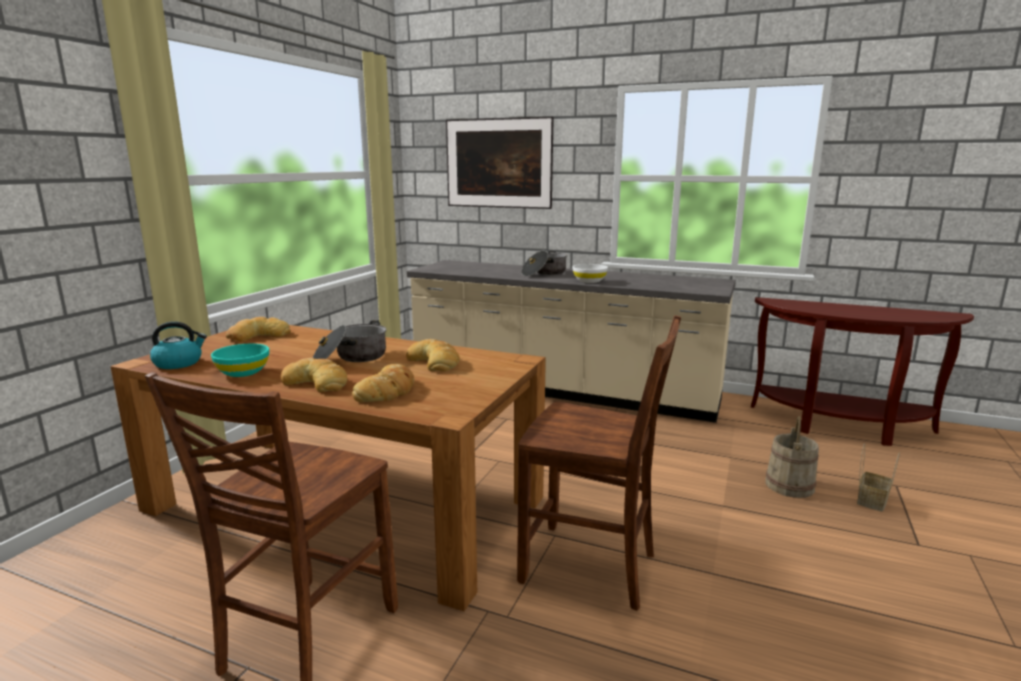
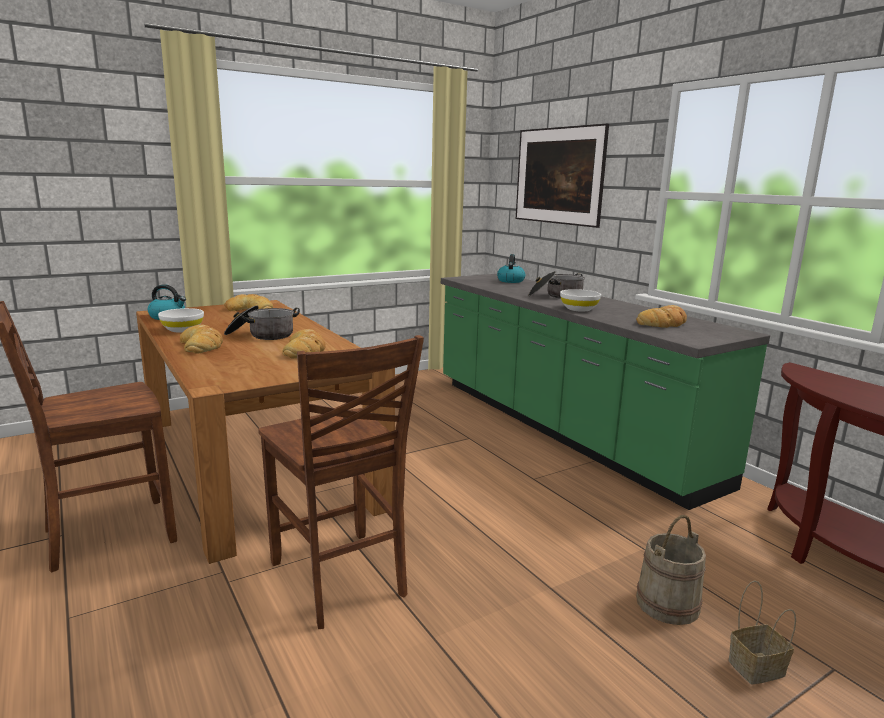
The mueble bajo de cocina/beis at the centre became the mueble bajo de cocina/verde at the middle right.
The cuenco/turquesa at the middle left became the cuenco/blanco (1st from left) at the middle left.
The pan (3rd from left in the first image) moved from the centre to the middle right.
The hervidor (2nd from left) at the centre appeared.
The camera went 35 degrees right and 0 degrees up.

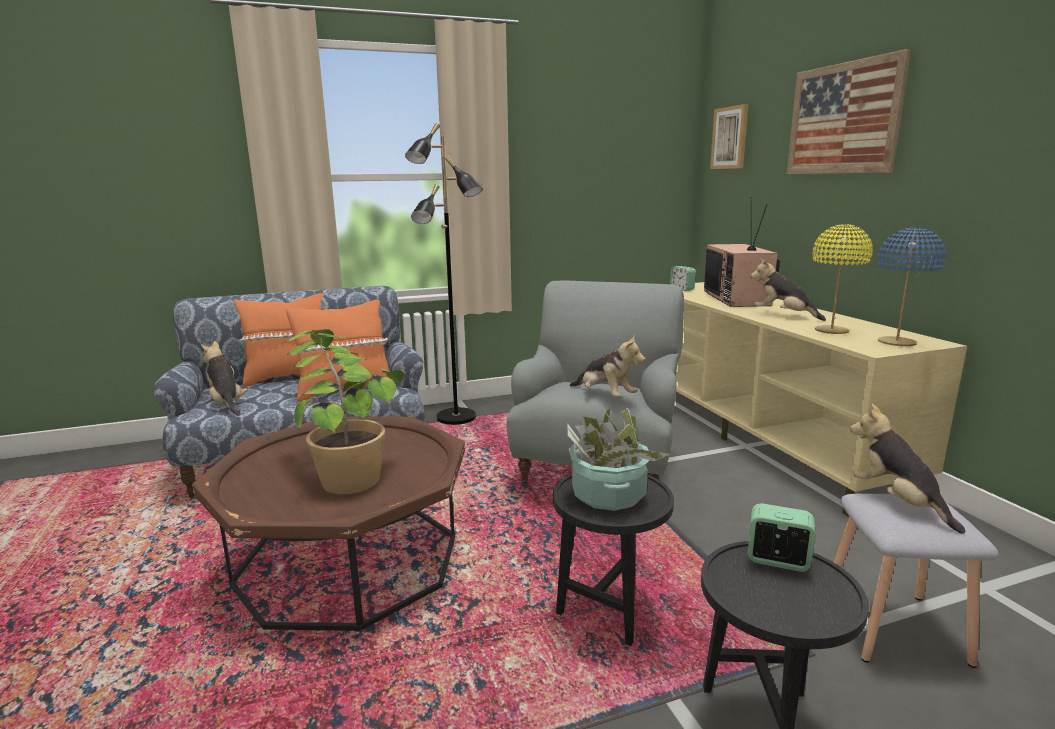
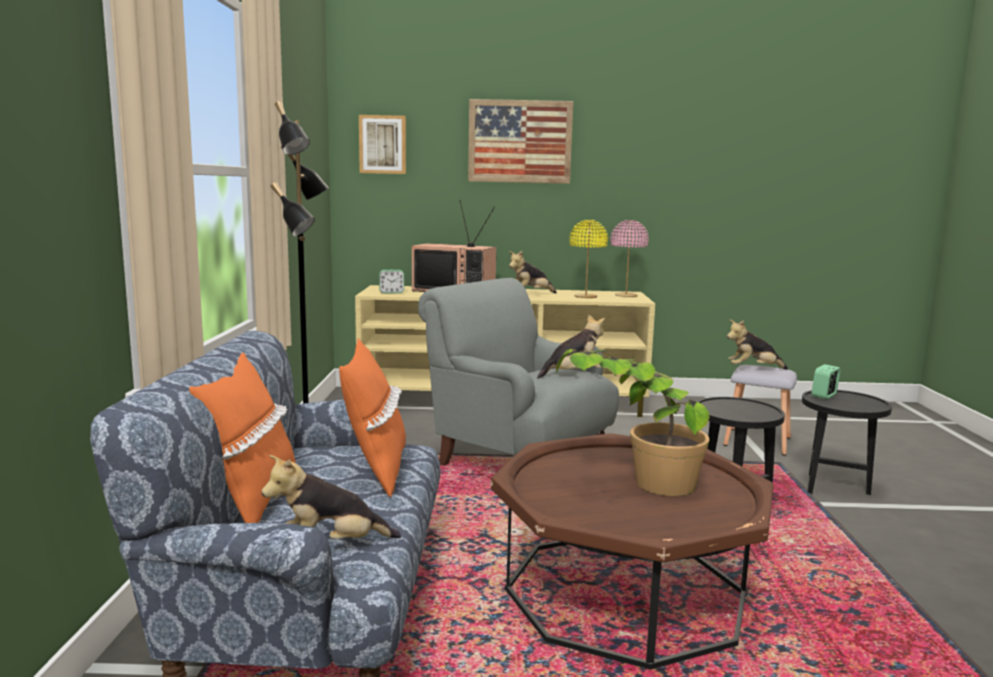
The lámpara de mesa/azul at the middle right became the lámpara de mesa/rosa at the centre.
The planta en maceta (2nd from left) at the centre disappeared.
The camera went 70 degrees left and 5 degrees down.

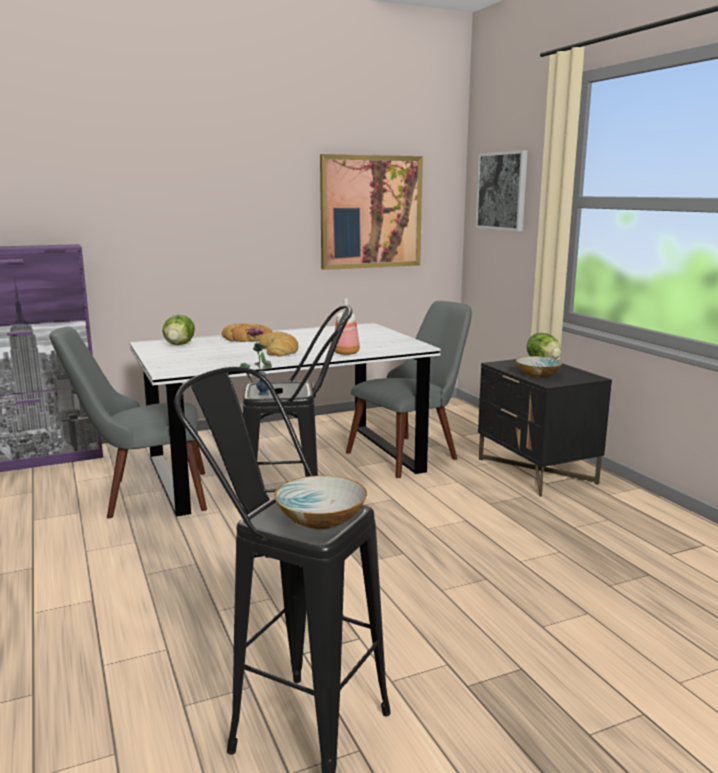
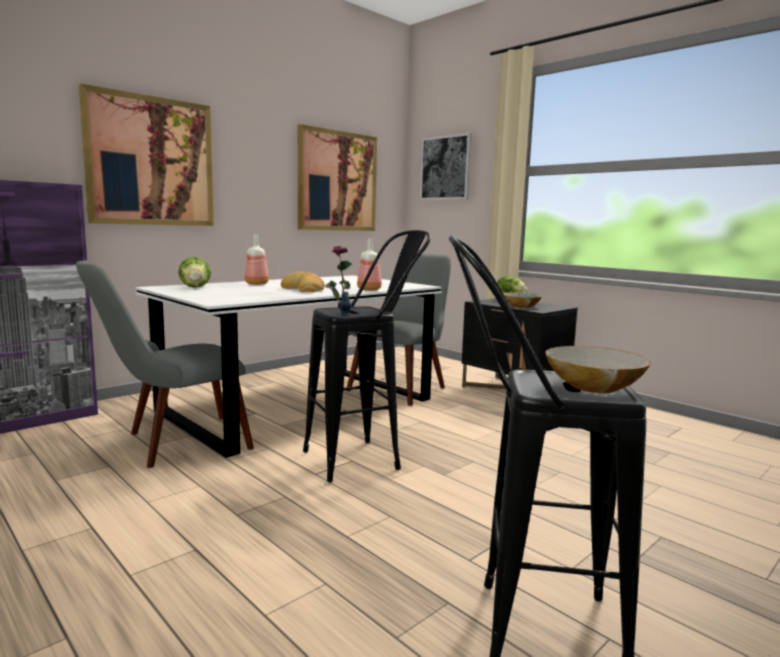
The pan (1st from left) at the centre was replaced by the botella (1st from left) at the middle left.
The cuadro (1st from left) at the top left appeared.
The camera went 20 degrees left and 5 degrees down.

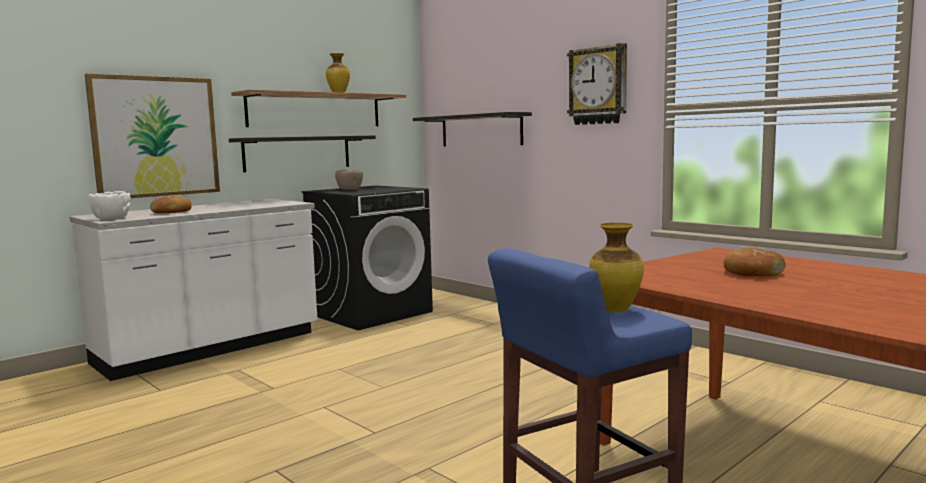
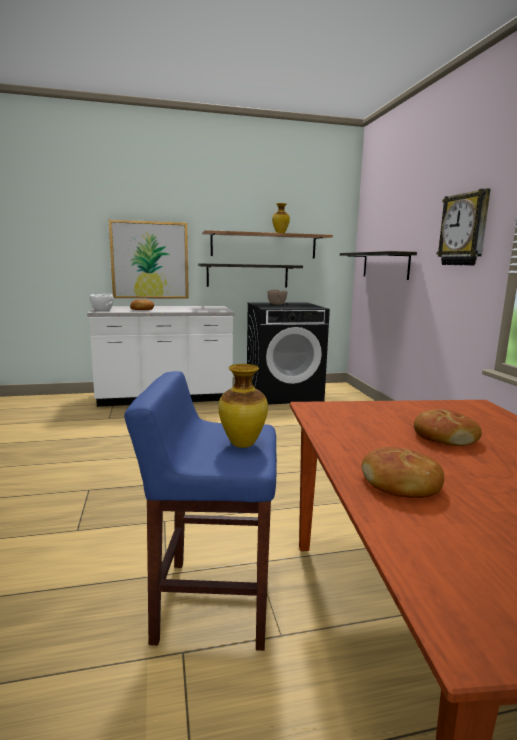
The pan (2nd from left) at the middle right appeared.
The camera went 30 degrees right and 5 degrees up.

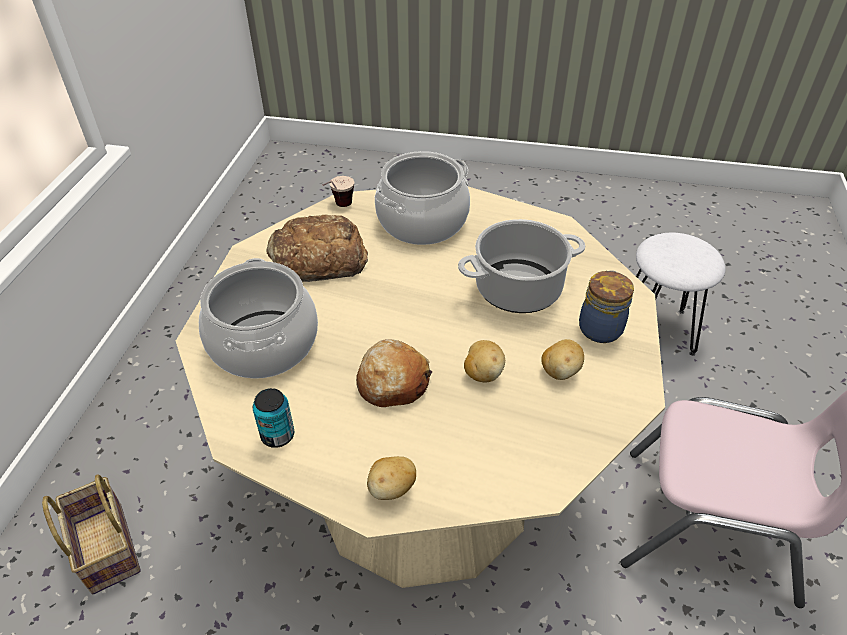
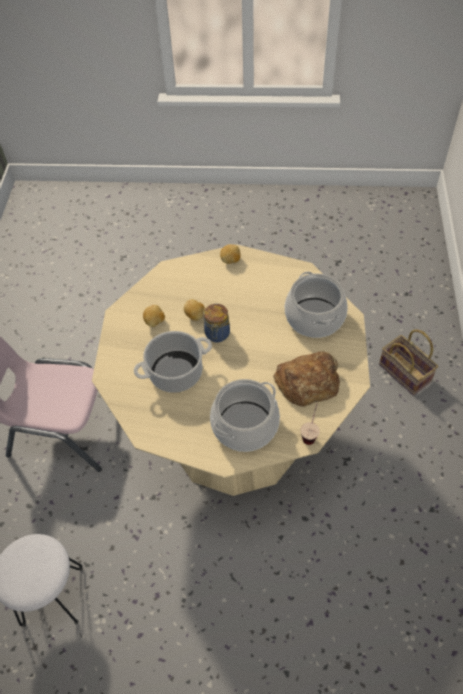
The tarro moved from the middle right to the centre.
The pan (2nd from left) at the centre disappeared.
The lata at the middle left disappeared.
The camera went 175 degrees right and 10 degrees up.

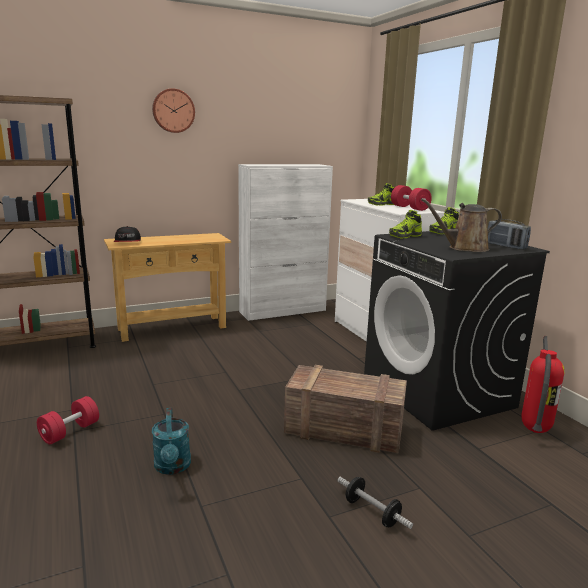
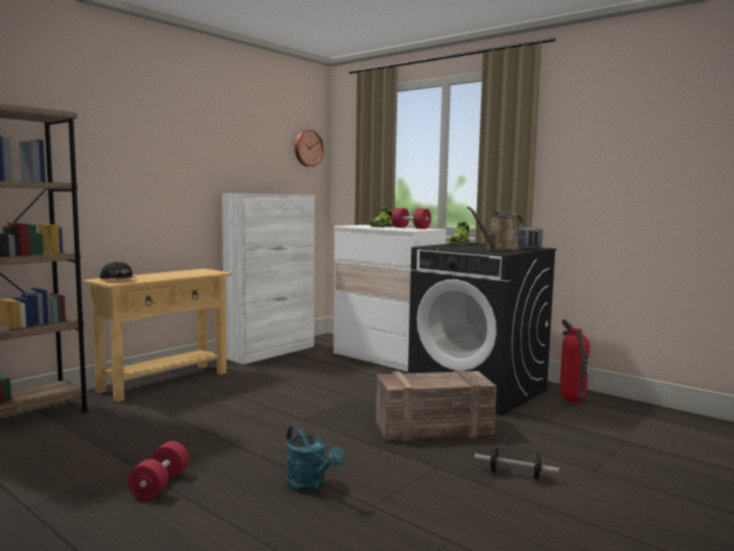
The reloj de pared moved from the top left to the top centre.
The zapato (2nd from left) at the middle right disappeared.
The camera went 25 degrees left and 10 degrees down.

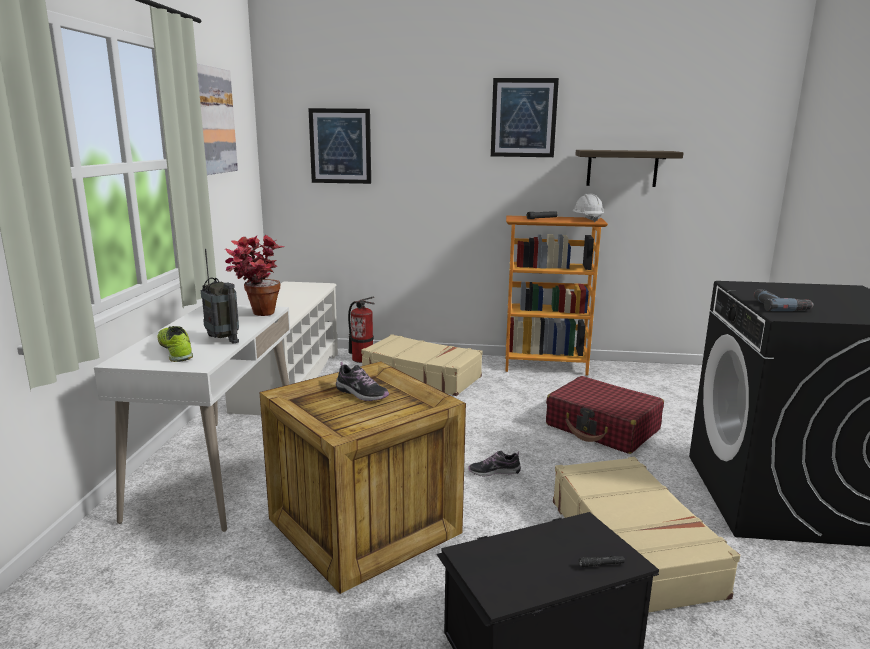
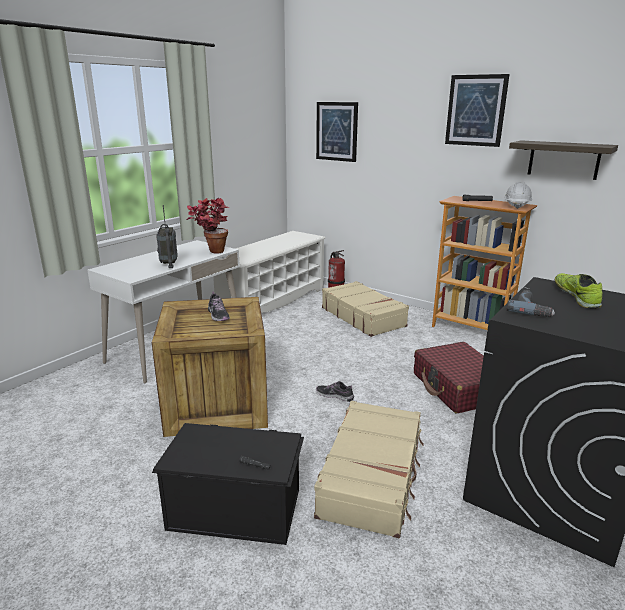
The cuadro (1st from left) at the top left disappeared.
The zapato (1st from left in the first image) moved from the middle left to the middle right.
The camera went 30 degrees right and 5 degrees up.

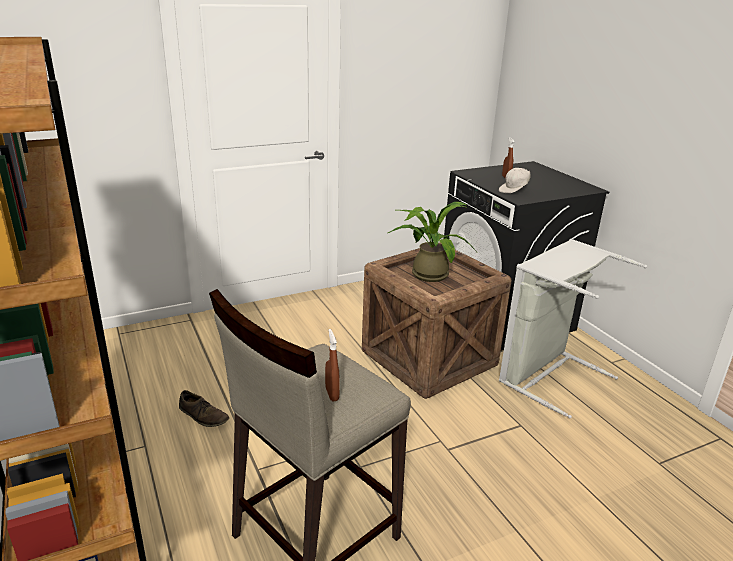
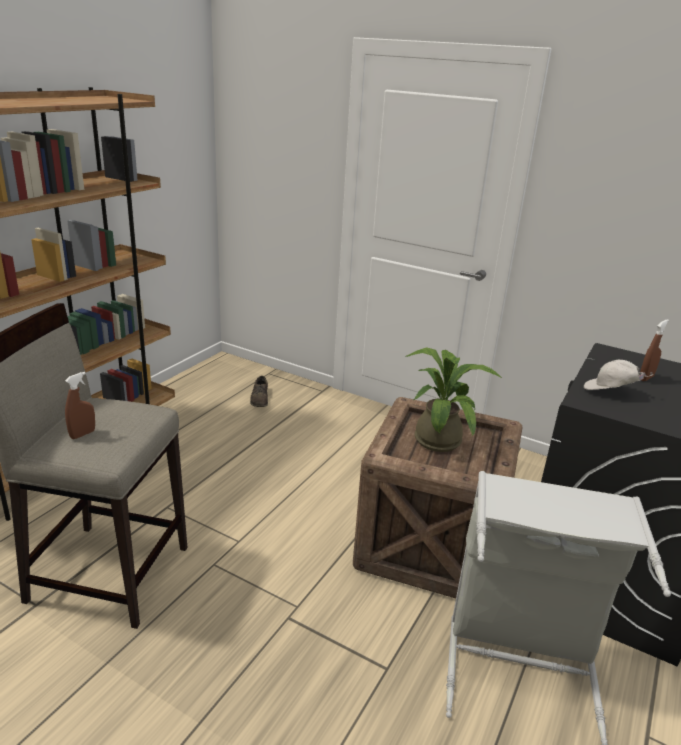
The zapato/marrón moved from the bottom left to the centre.
The camera went 55 degrees right and 0 degrees up.

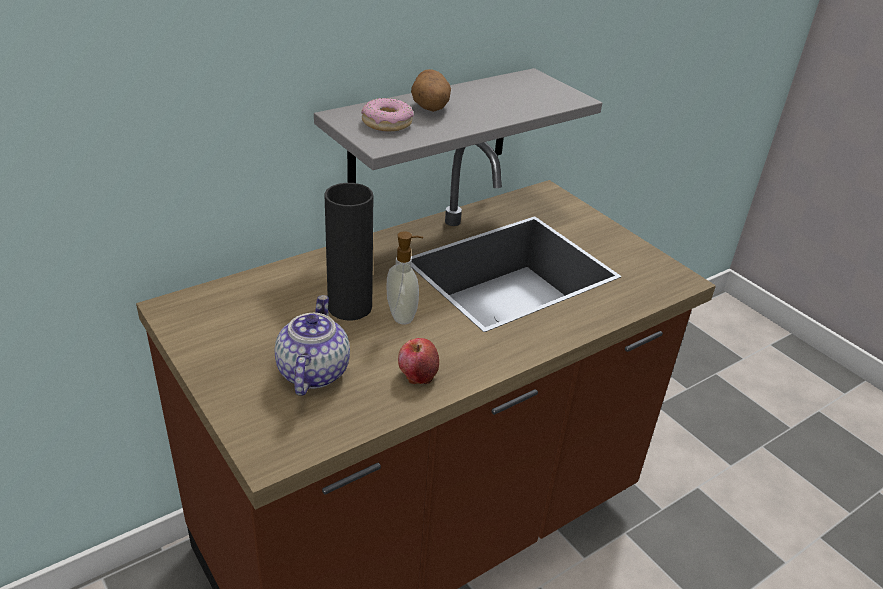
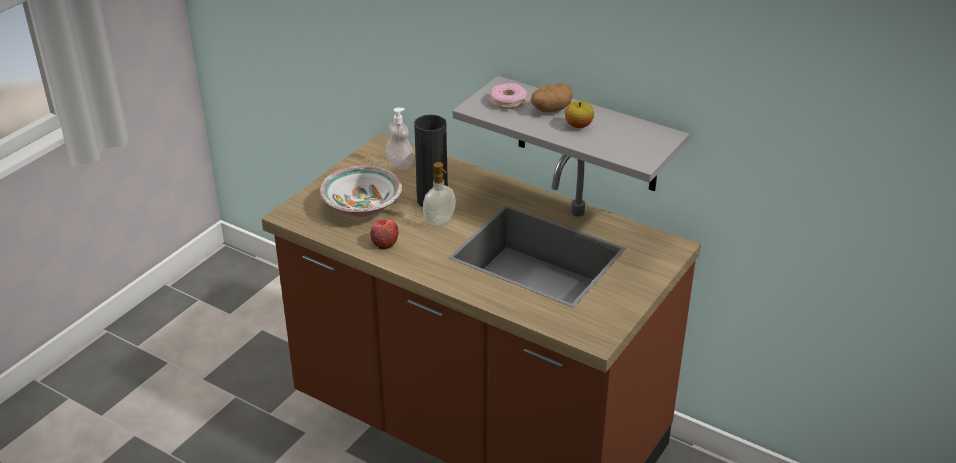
The tetera at the centre was replaced by the cuenco at the centre.
The manzana (2nd from left) at the top centre appeared.
The dispensador de jabón (1st from left) at the top centre appeared.
The camera went 70 degrees right and 0 degrees up.

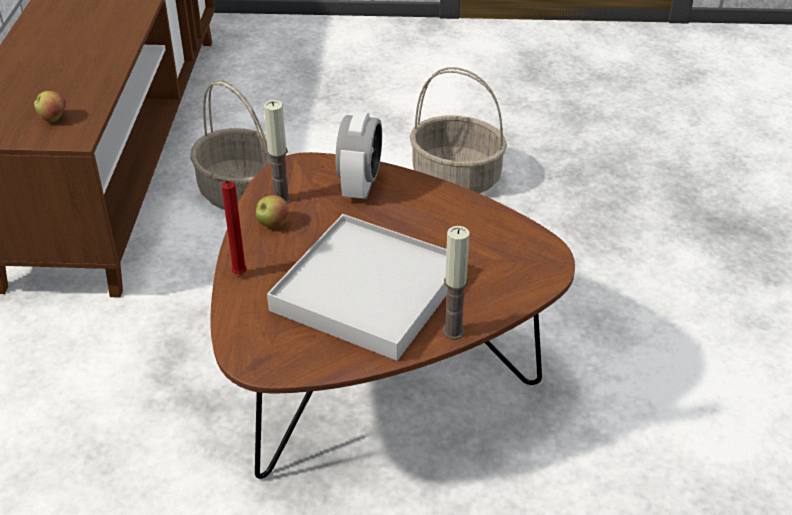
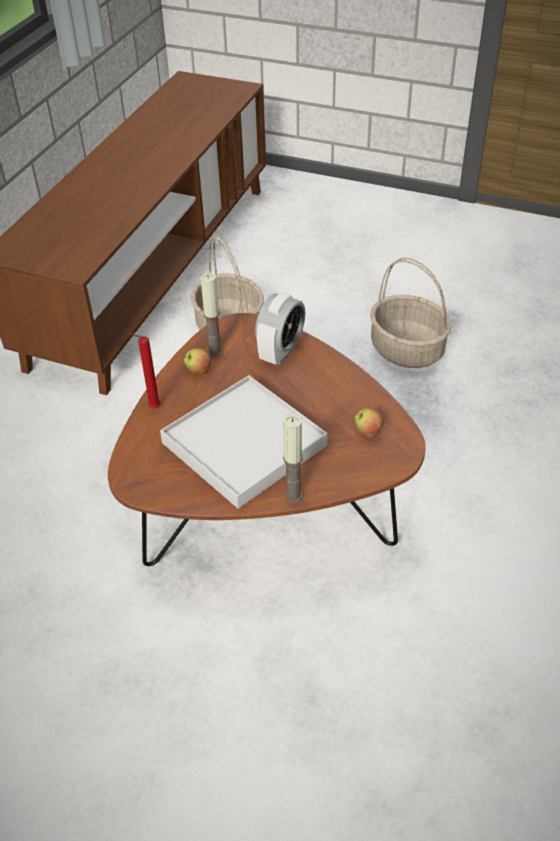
The manzana (1st from left in the first image) moved from the top left to the centre.
The camera went 20 degrees right and 5 degrees up.

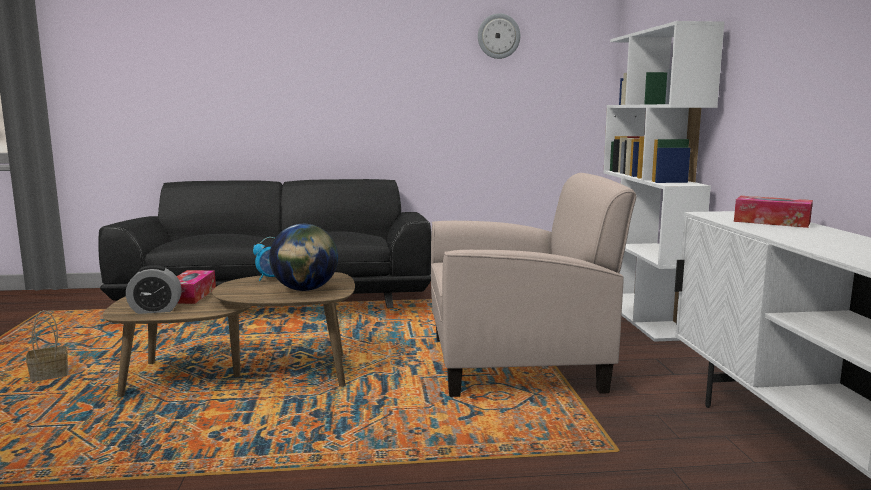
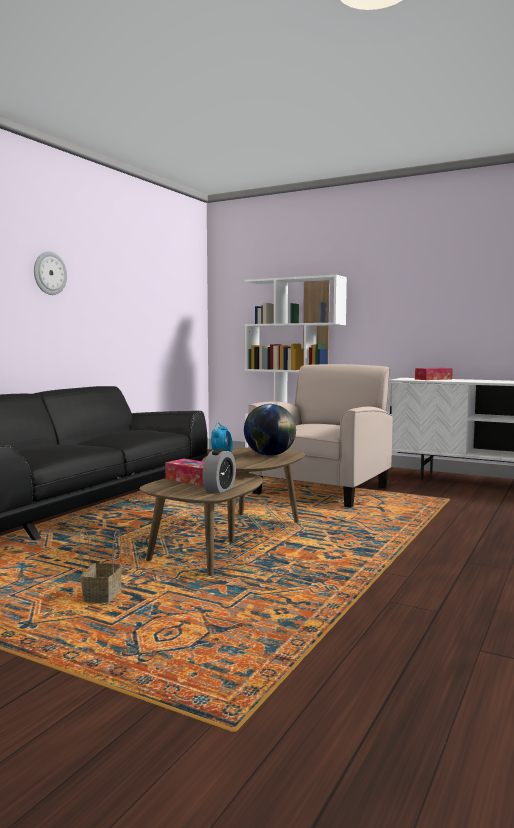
The reloj de pared moved from the top centre to the top left.
The camera went 55 degrees left and 5 degrees down.

